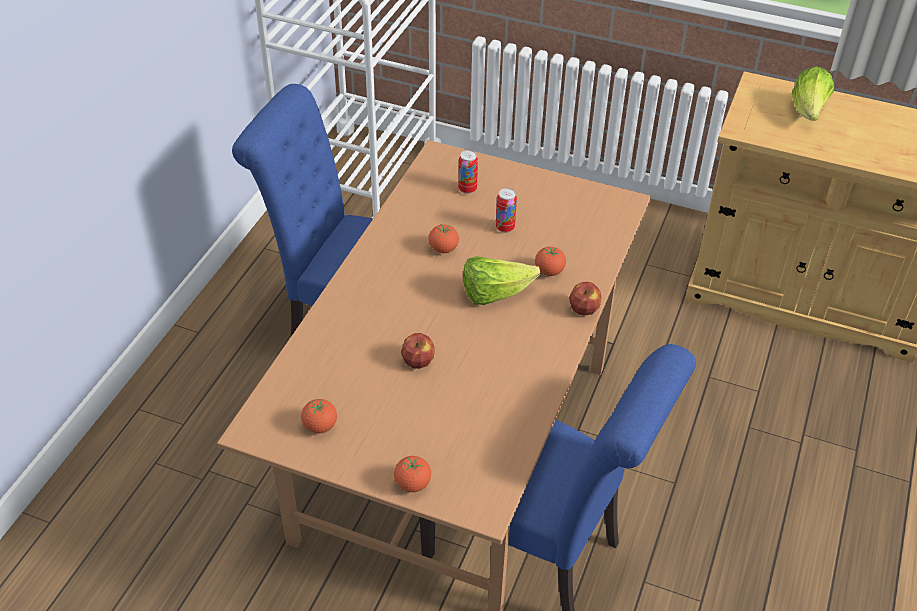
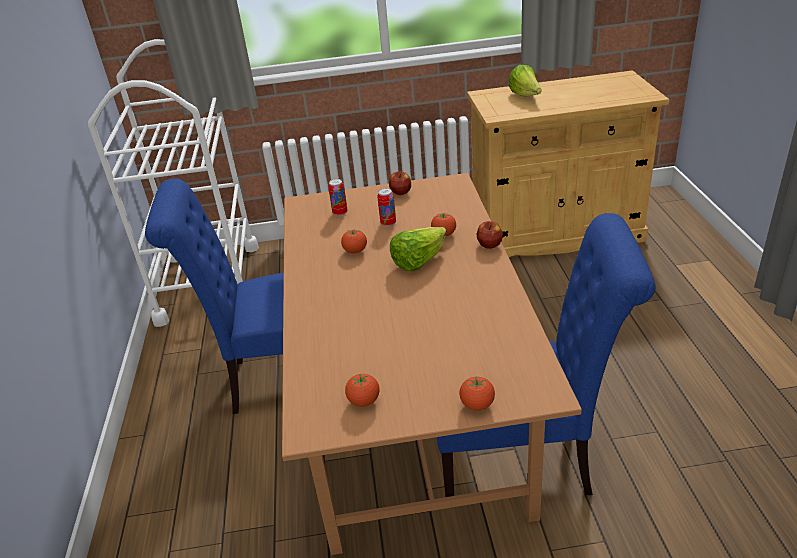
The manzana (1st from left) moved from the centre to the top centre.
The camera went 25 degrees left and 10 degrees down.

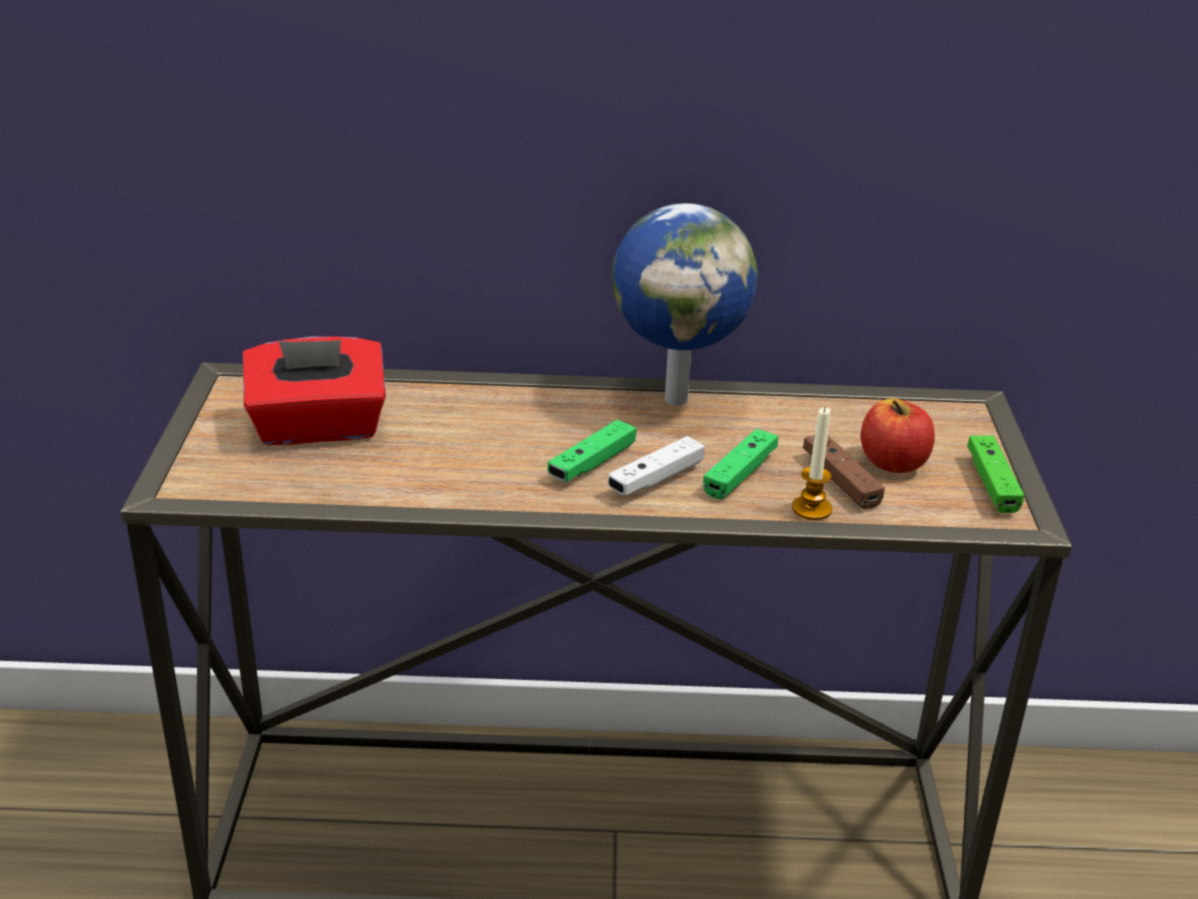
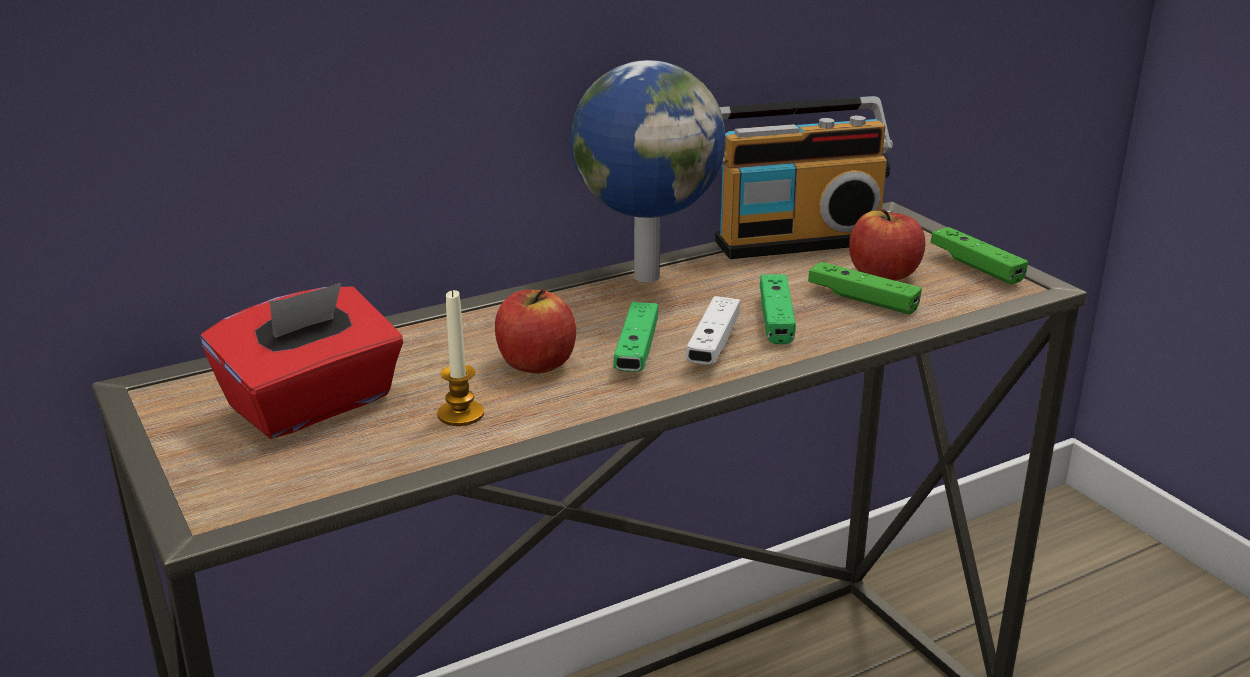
The vela moved from the middle right to the centre.
The mando de consola/marrón at the middle right became the mando de consola/verde (3rd from left) at the middle right.
The radio at the top centre appeared.
The manzana (1st from left) at the centre appeared.
The camera went 30 degrees left and 5 degrees down.

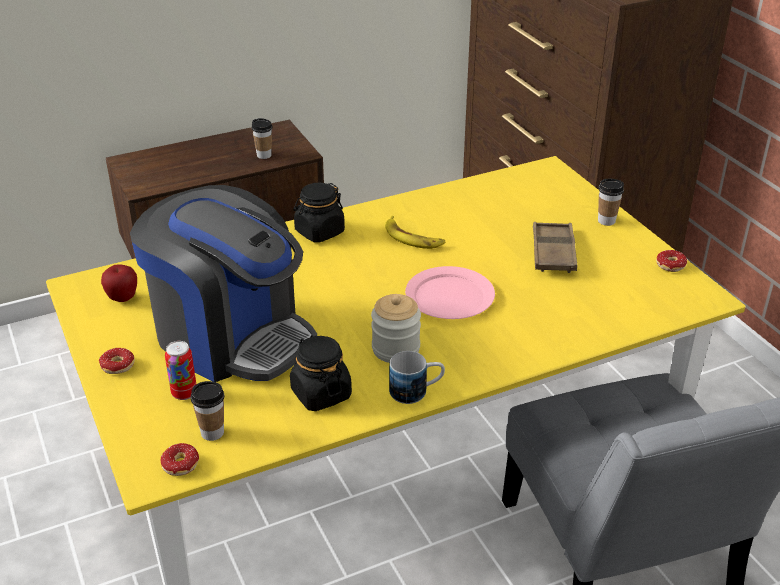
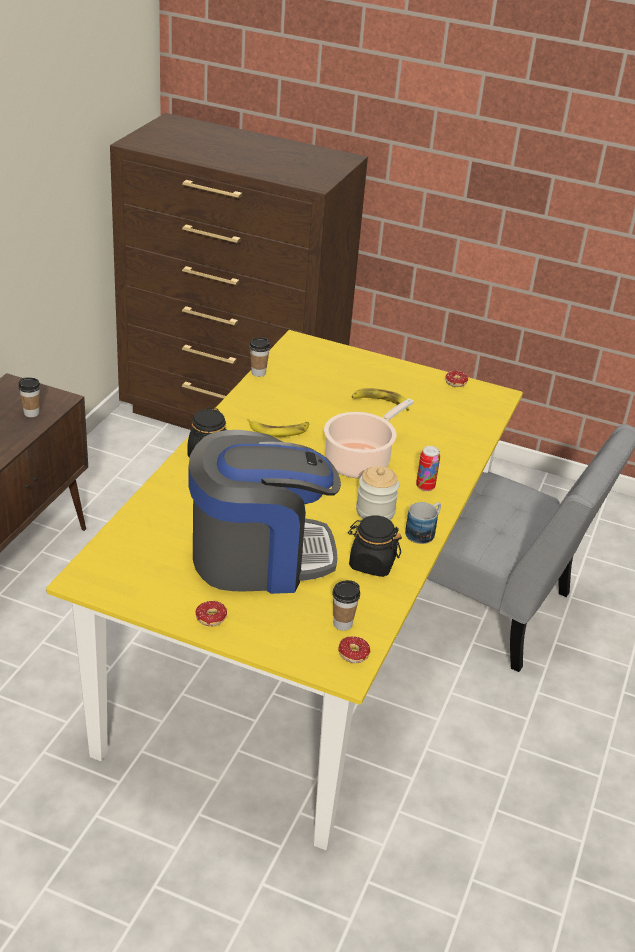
The taza (3rd from left in the first image) moved from the middle right to the centre.
The bandeja/marrón at the middle right was replaced by the plátano (2nd from left) at the centre.
The manzana at the middle left disappeared.
The plato/rosa at the centre was replaced by the olla at the centre.
The lata moved from the middle left to the middle right.
The camera went 45 degrees left and 0 degrees up.

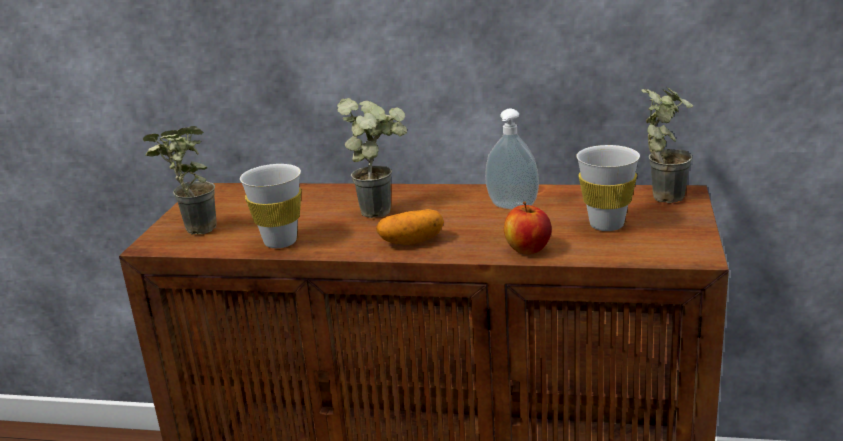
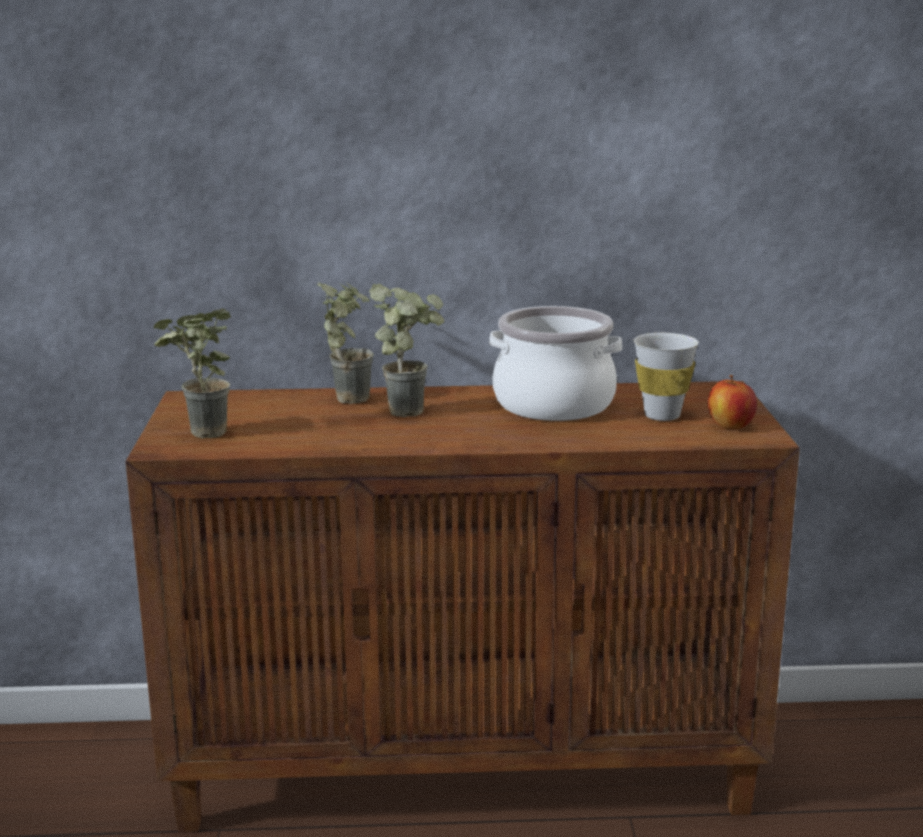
The planta en maceta (3rd from left in the first image) moved from the top right to the centre.
The dispensador de jabón at the centre was replaced by the olla at the centre.
The taza/blanco (1st from left) at the middle left disappeared.
The manzana moved from the centre to the middle right.
The patata at the centre disappeared.
The camera went 15 degrees left and 5 degrees down.

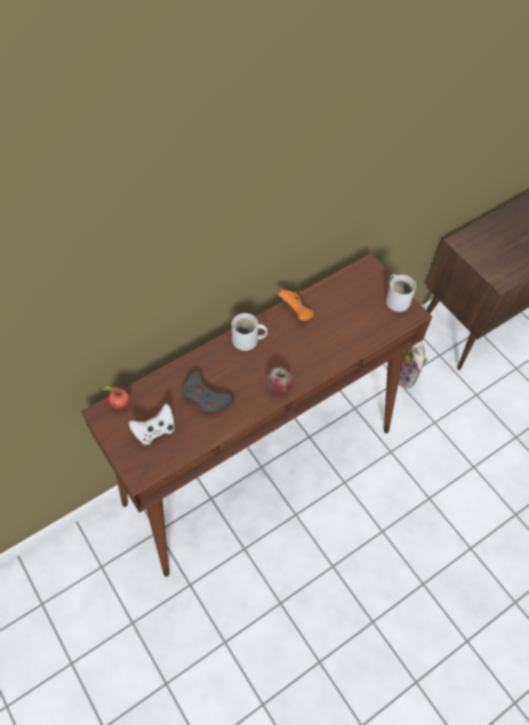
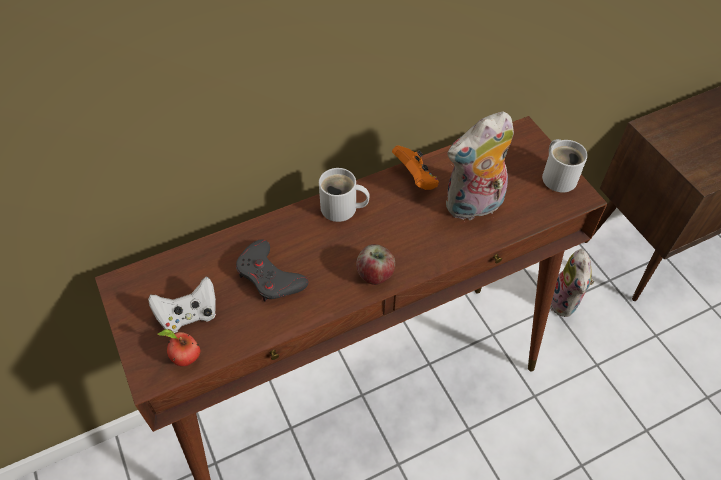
The manzana (1st from left) moved from the middle left to the bottom left.
The peluche (1st from left) at the centre appeared.
The camera went 10 degrees right and 5 degrees down.

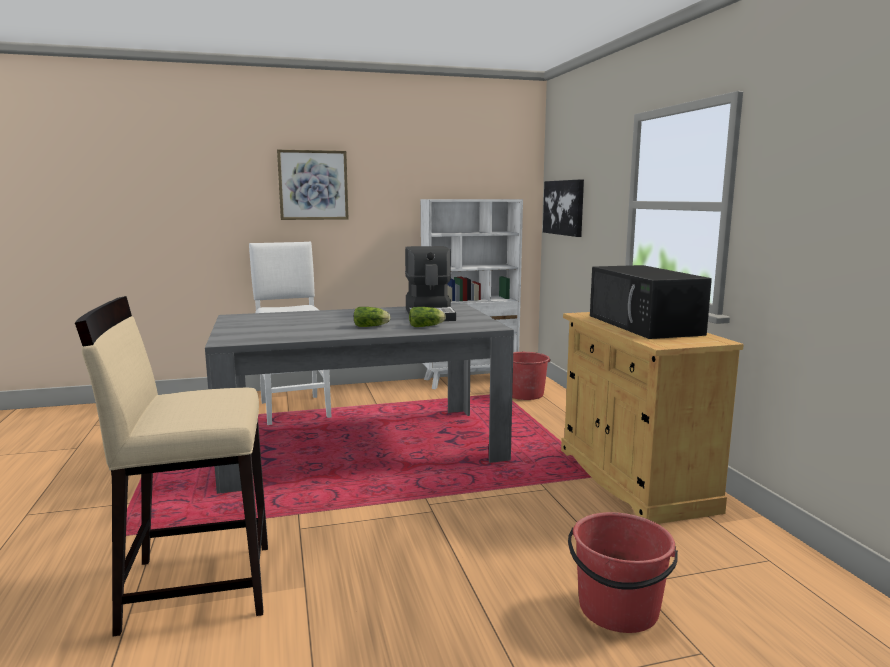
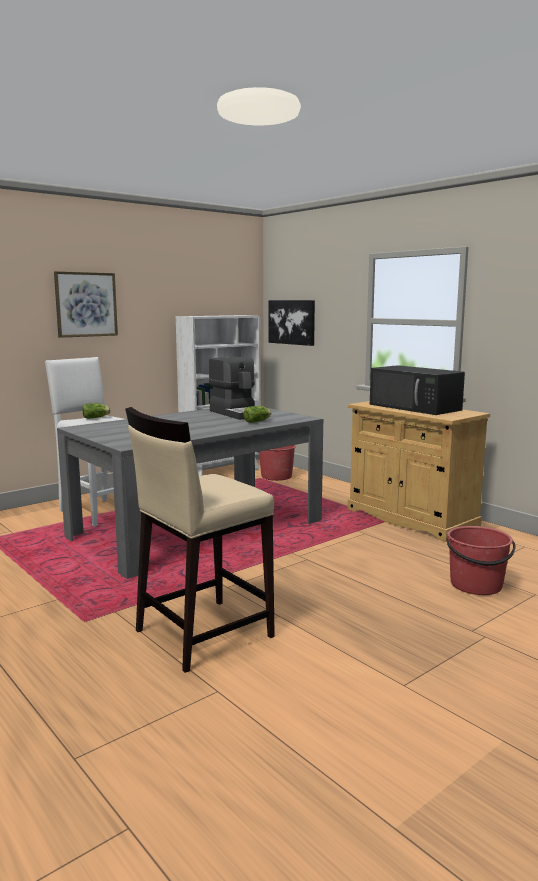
The lechuga (1st from left) moved from the centre to the middle left.
The camera went 25 degrees left and 0 degrees up.

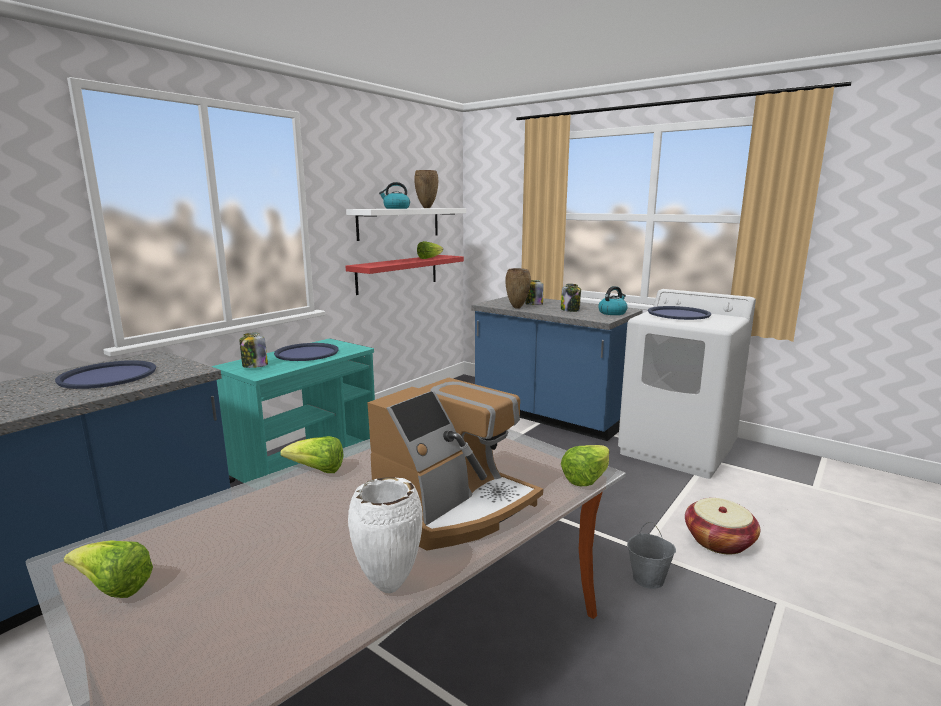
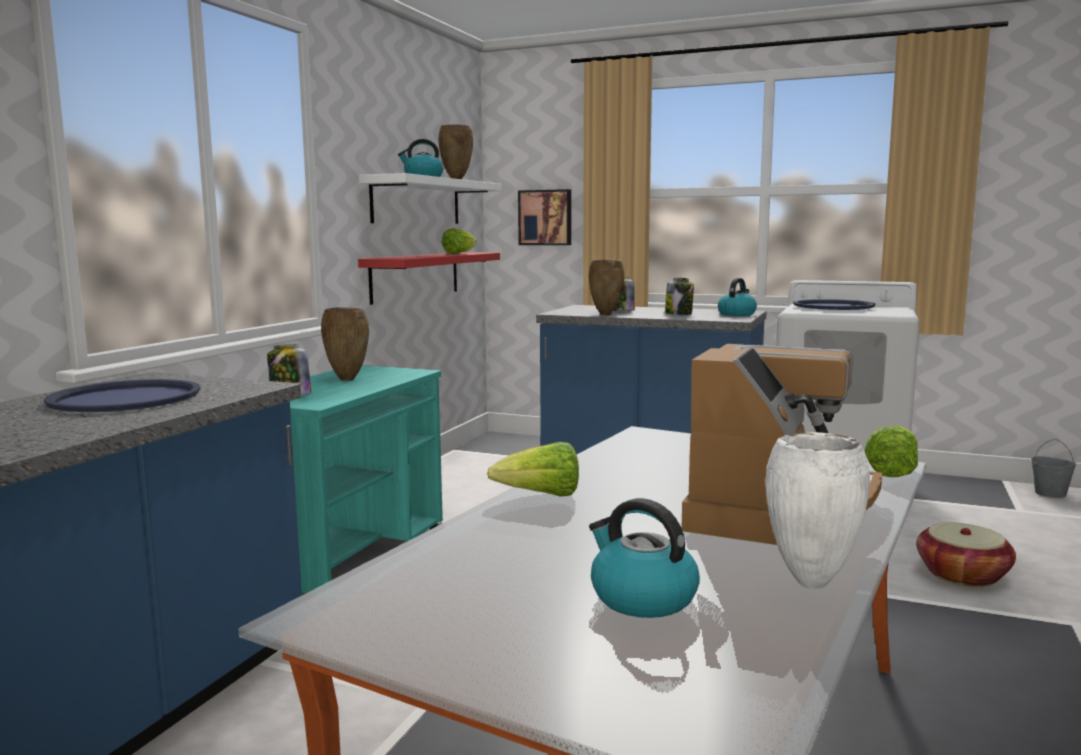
The bandeja/azul (2nd from left) at the middle left was replaced by the florero/marrón (1st from left) at the middle left.
The cubo/gris moved from the bottom right to the middle right.
The lechuga (1st from left) at the bottom left disappeared.
The cuadro at the top centre appeared.
The hervidor (2nd from left) at the bottom centre appeared.
The camera went 15 degrees left and 5 degrees down.

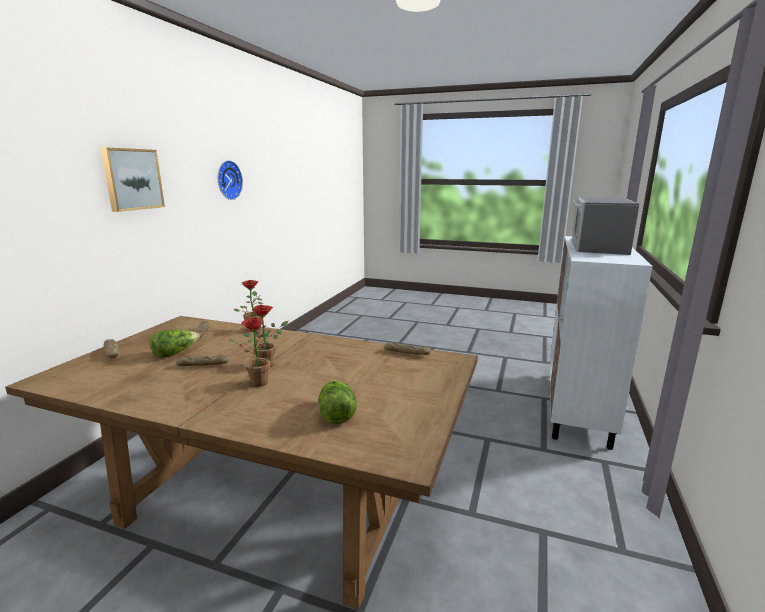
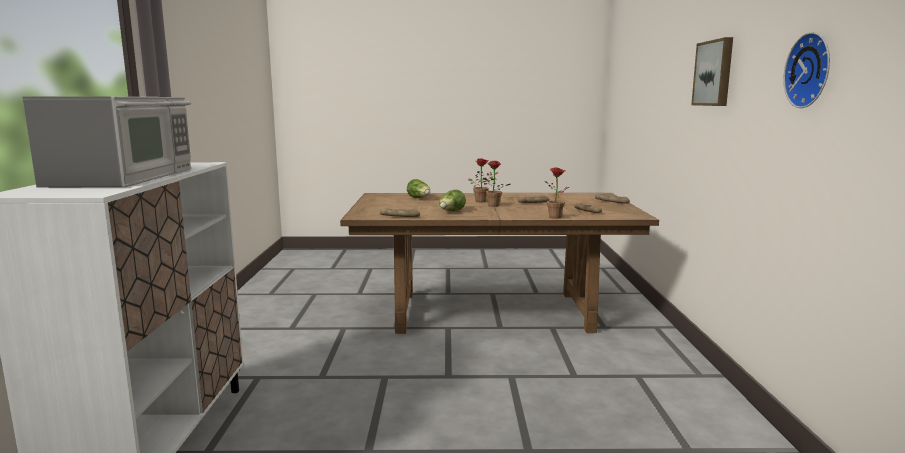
The lechuga (1st from left in the first image) moved from the middle left to the centre.
The camera went 160 degrees right and 5 degrees down.

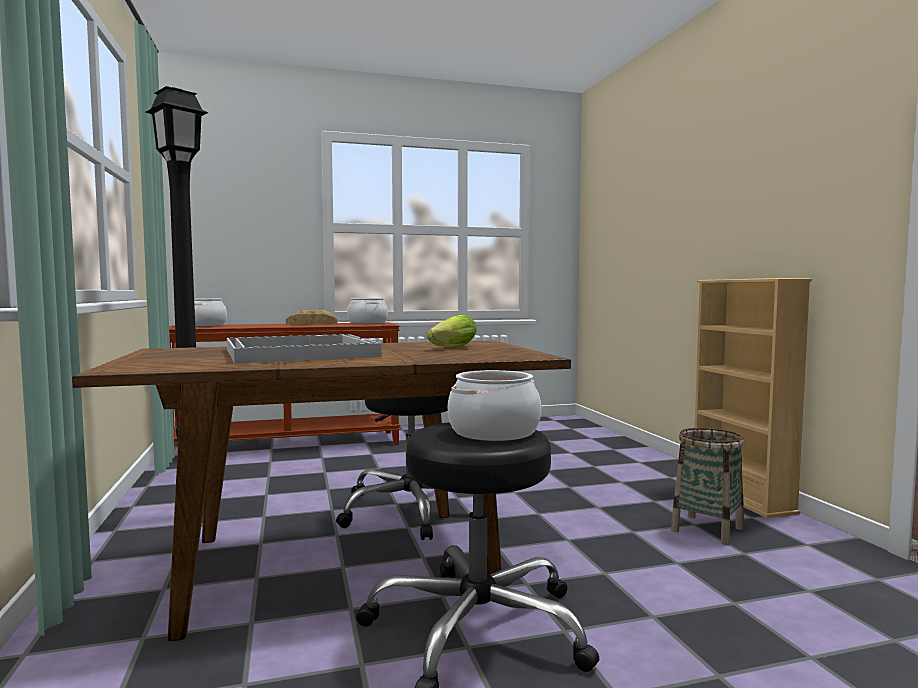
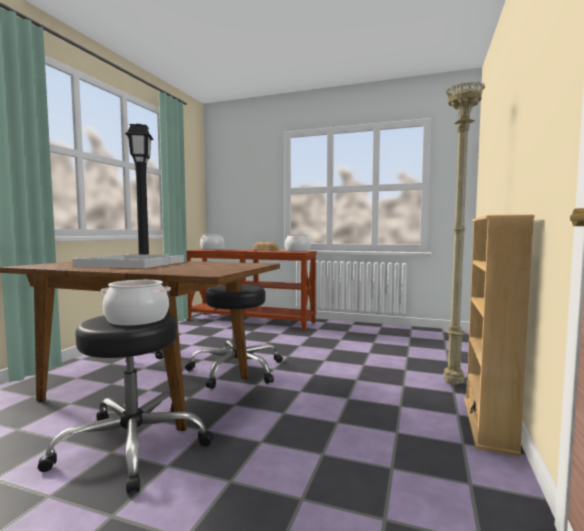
The lechuga at the centre disappeared.
The cesta at the bottom right disappeared.
The lámpara de pie/beis at the middle right appeared.
The camera went 35 degrees right and 0 degrees up.

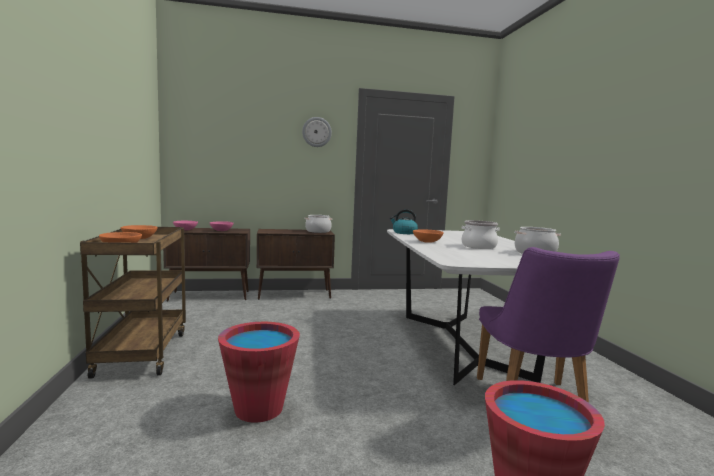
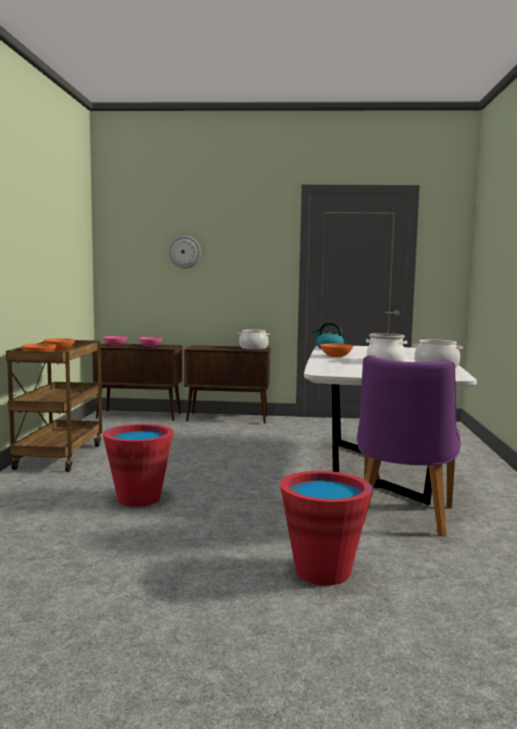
The reloj de pared moved from the top centre to the centre.
The camera went 15 degrees right and 0 degrees up.

